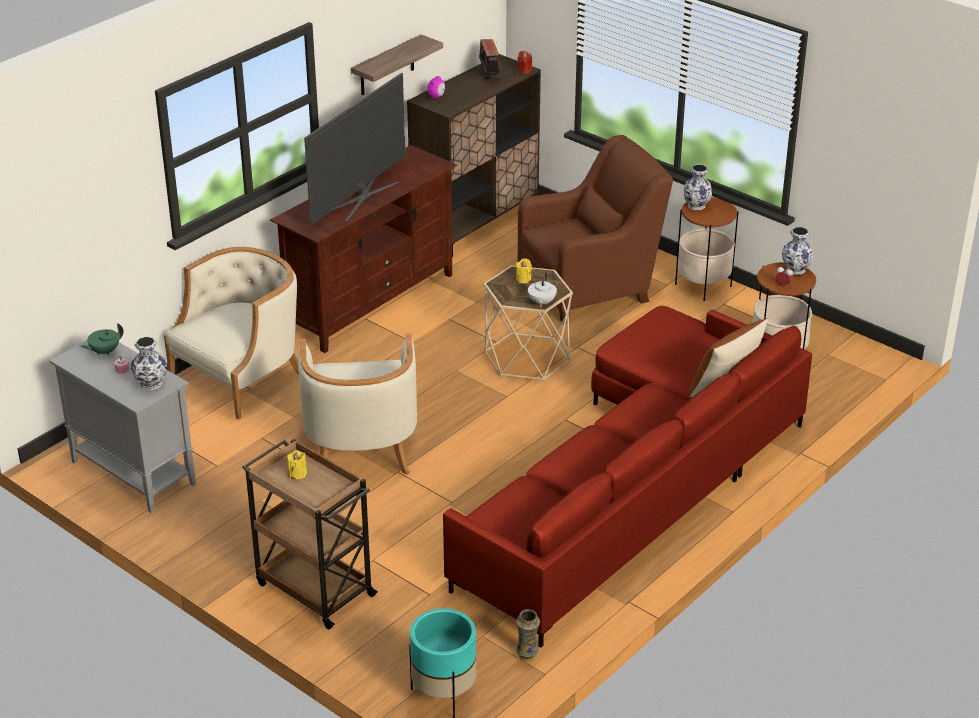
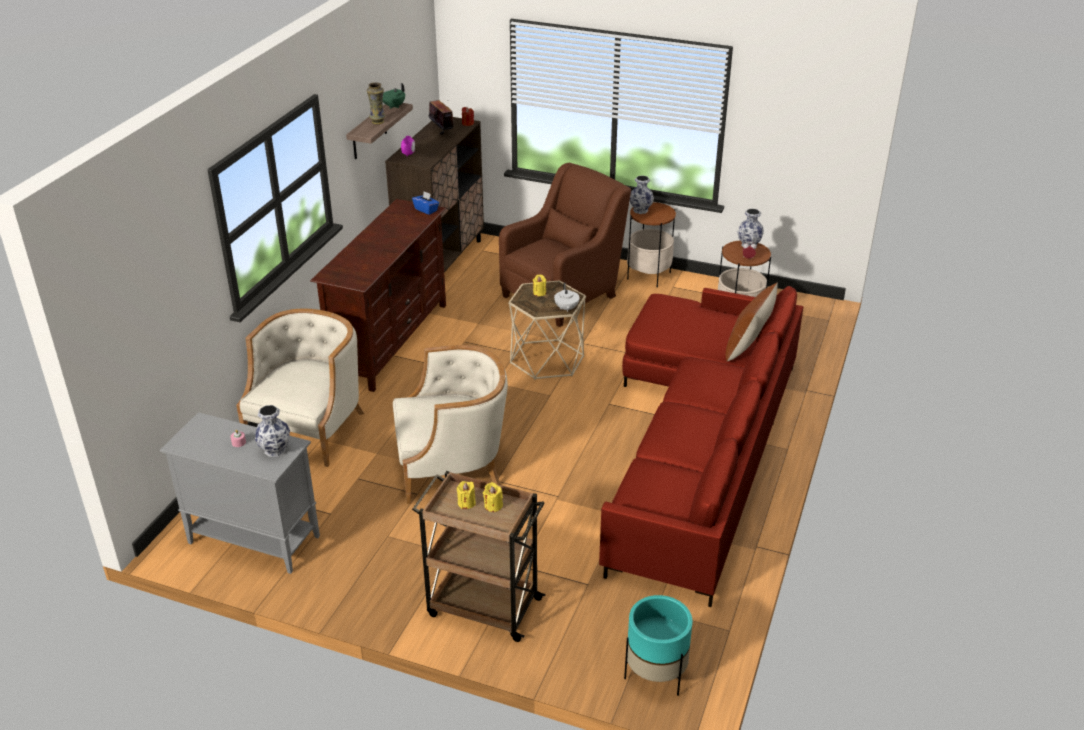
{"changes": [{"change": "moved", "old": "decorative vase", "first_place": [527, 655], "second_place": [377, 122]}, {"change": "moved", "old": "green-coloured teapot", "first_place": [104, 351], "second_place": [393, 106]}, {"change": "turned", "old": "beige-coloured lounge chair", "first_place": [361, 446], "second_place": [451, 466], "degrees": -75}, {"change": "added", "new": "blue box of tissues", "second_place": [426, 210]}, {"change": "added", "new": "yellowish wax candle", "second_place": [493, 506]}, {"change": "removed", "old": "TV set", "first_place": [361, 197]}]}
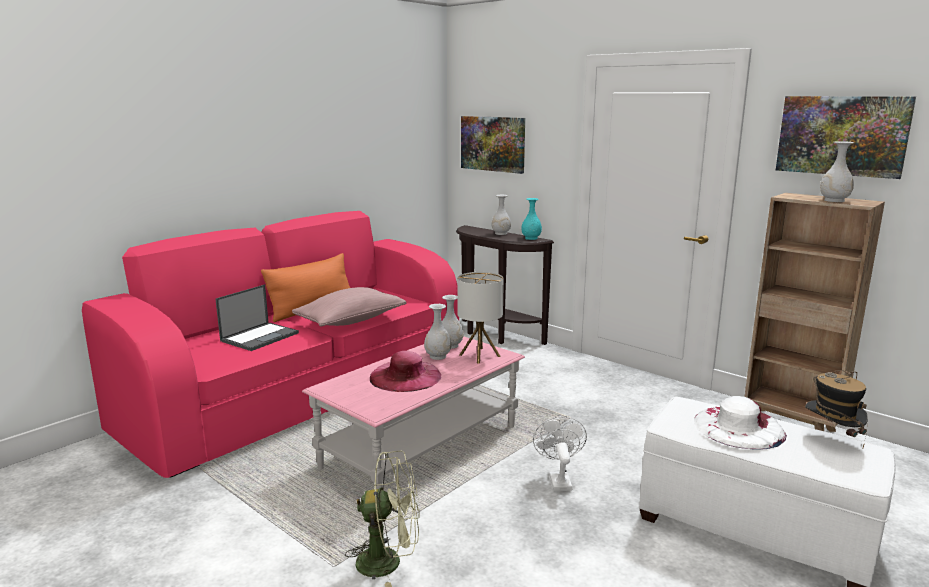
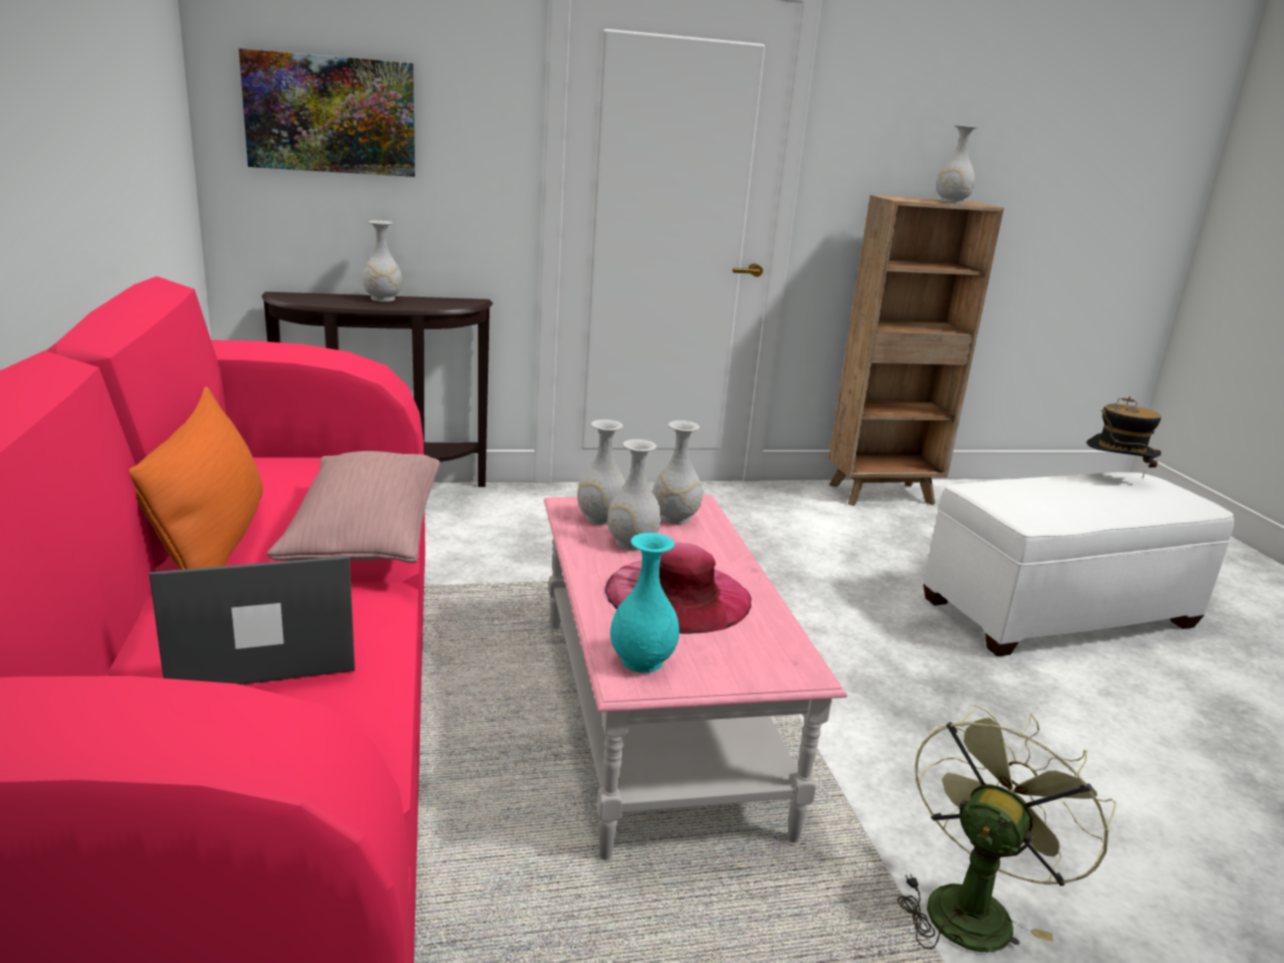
{"changes": [{"change": "turned", "old": "notebook computer", "first_place": [260, 337], "second_place": [261, 647], "degrees": -90}, {"change": "moved", "old": "turquoise-coloured decorative vase", "first_place": [531, 238], "second_place": [642, 661]}, {"change": "replaced", "old": "table lamp", "new": "white decorative vase", "first_place": [479, 355], "second_place": [674, 518]}, {"change": "removed", "old": "white electric fan", "first_place": [558, 479]}, {"change": "removed", "old": "white wearable hat", "first_place": [739, 427]}, {"change": "removed", "old": "picture", "first_place": [842, 135]}]}
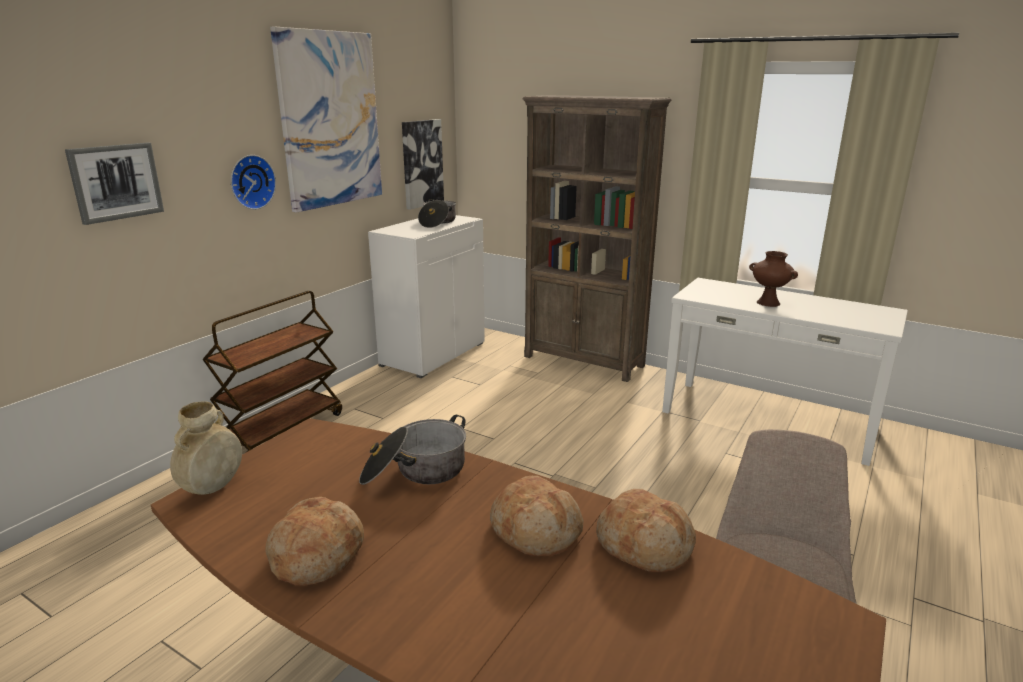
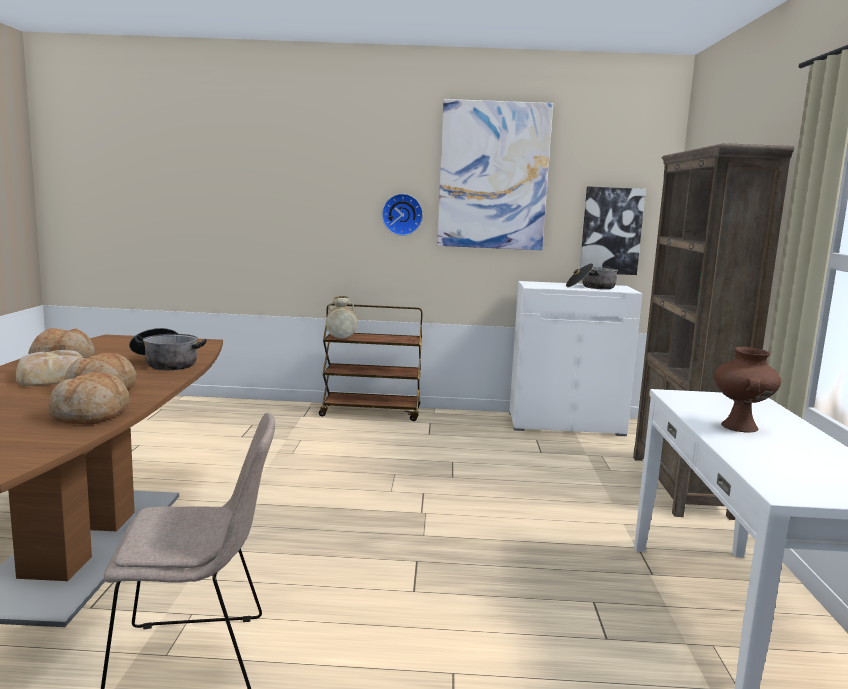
{"changes": [{"change": "added", "new": "baked bread", "second_place": [53, 376]}, {"change": "moved", "old": "beige-coloured decorative vase", "first_place": [212, 488], "second_place": [341, 338]}, {"change": "removed", "old": "picture", "first_place": [116, 182]}]}
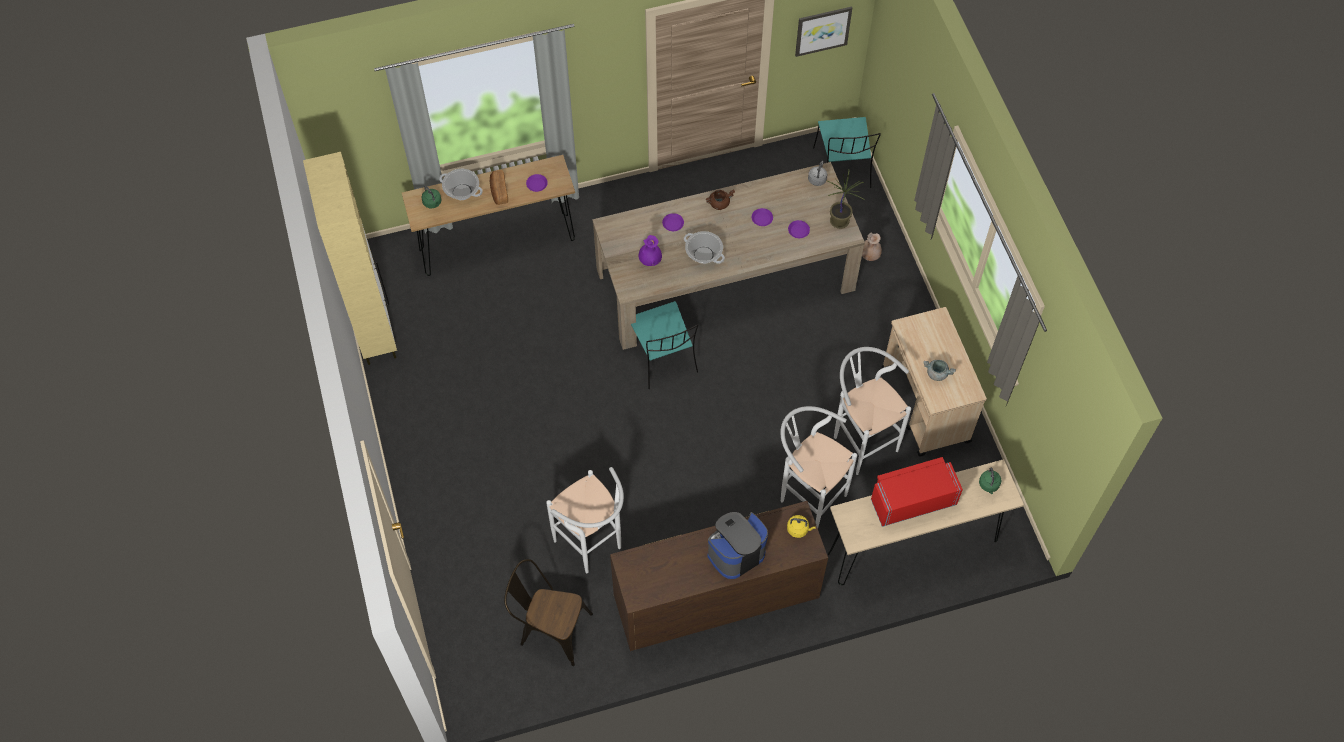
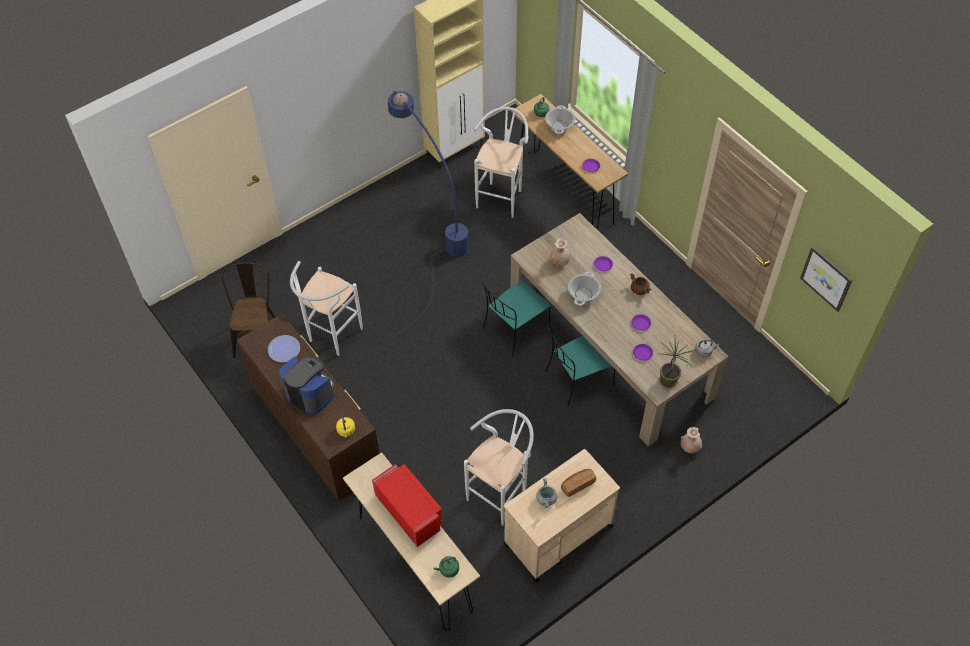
{"changes": [{"change": "added", "new": "plate", "second_place": [284, 349]}, {"change": "added", "new": "blue standing lamp", "second_place": [430, 237]}, {"change": "moved", "old": "white stool seat", "first_place": [807, 496], "second_place": [501, 196]}, {"change": "moved", "old": "turquoise-coloured plain chair", "first_place": [842, 169], "second_place": [577, 379]}, {"change": "recoloured", "old": "purple decorative vase", "new": "beige-coloured decorative vase", "first_place": [650, 261], "second_place": [559, 261]}, {"change": "moved", "old": "baked bread", "first_place": [499, 191], "second_place": [577, 484]}]}
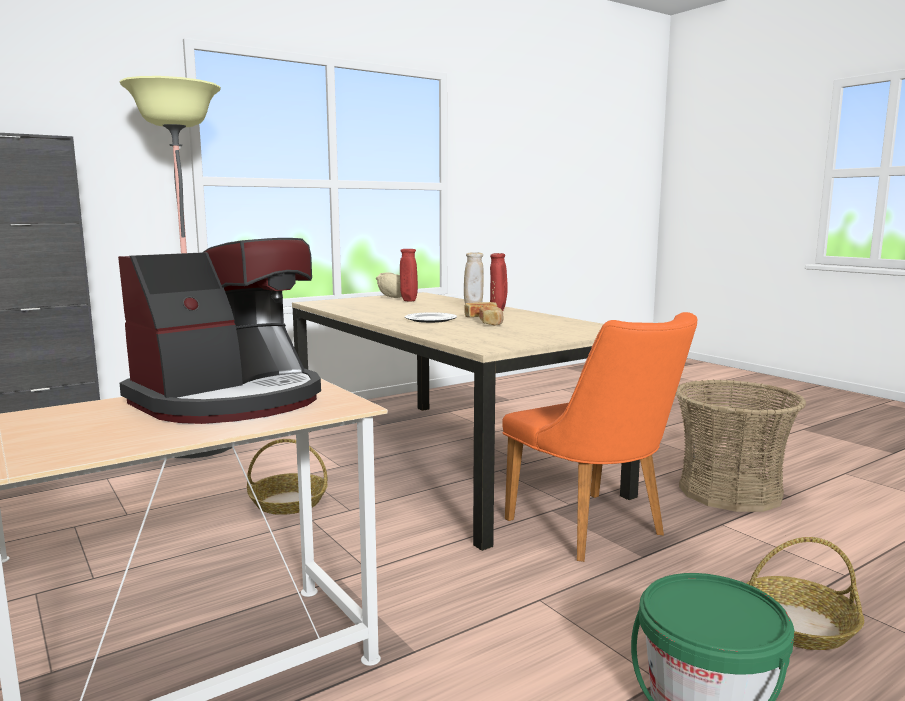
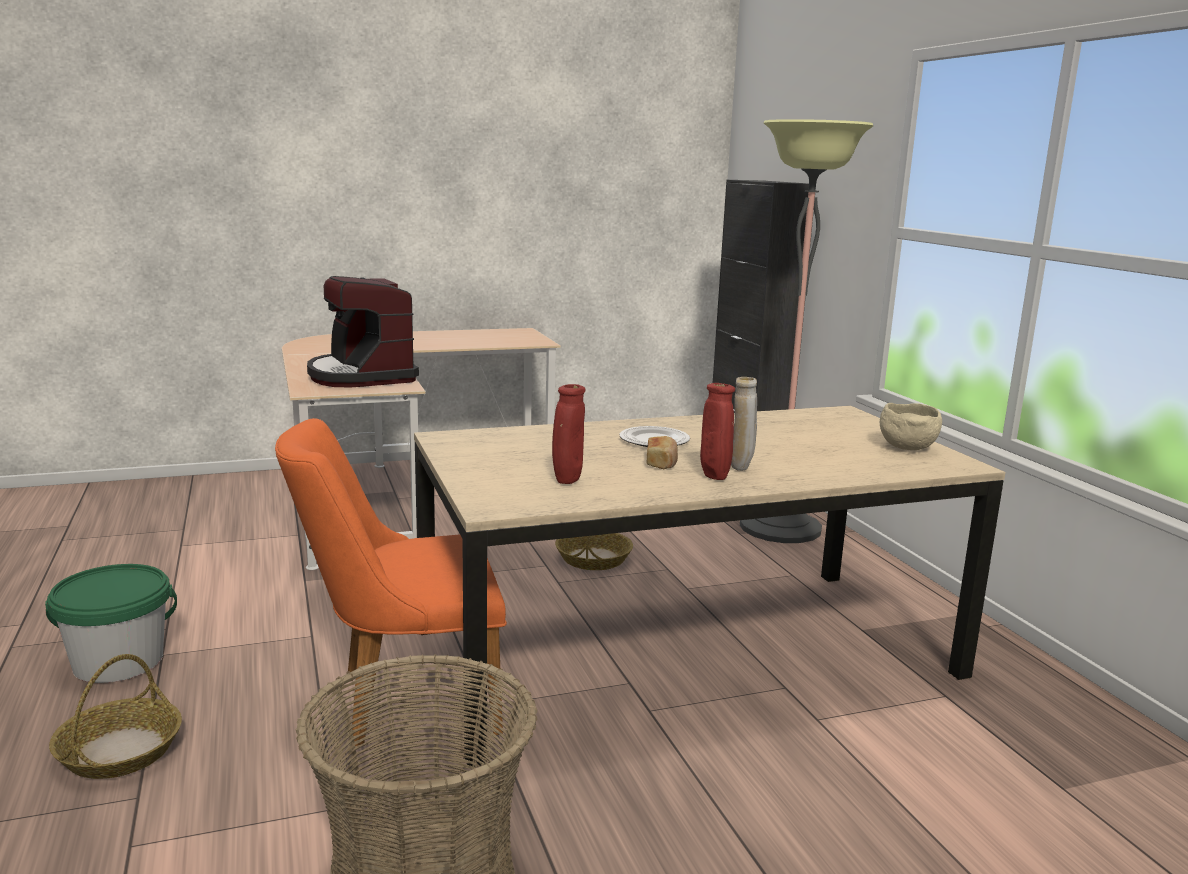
{"changes": [{"change": "moved", "old": "red decorative vase", "first_place": [408, 301], "second_place": [567, 481]}, {"change": "removed", "old": "baked bread", "first_place": [491, 323]}]}
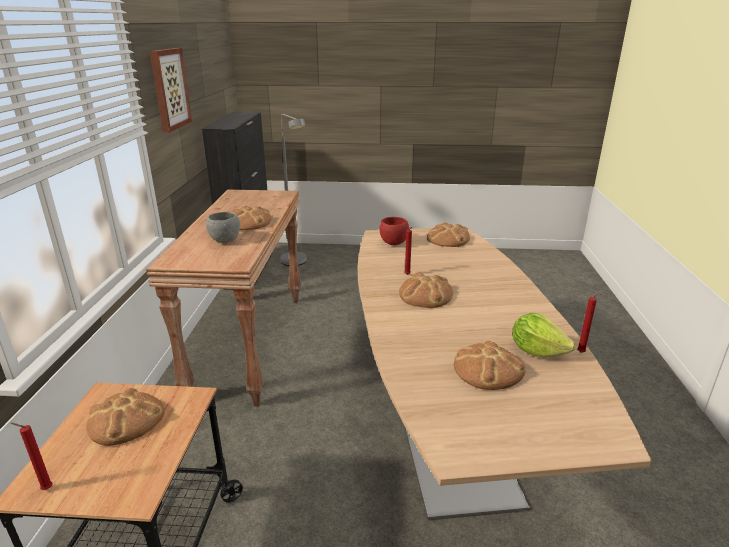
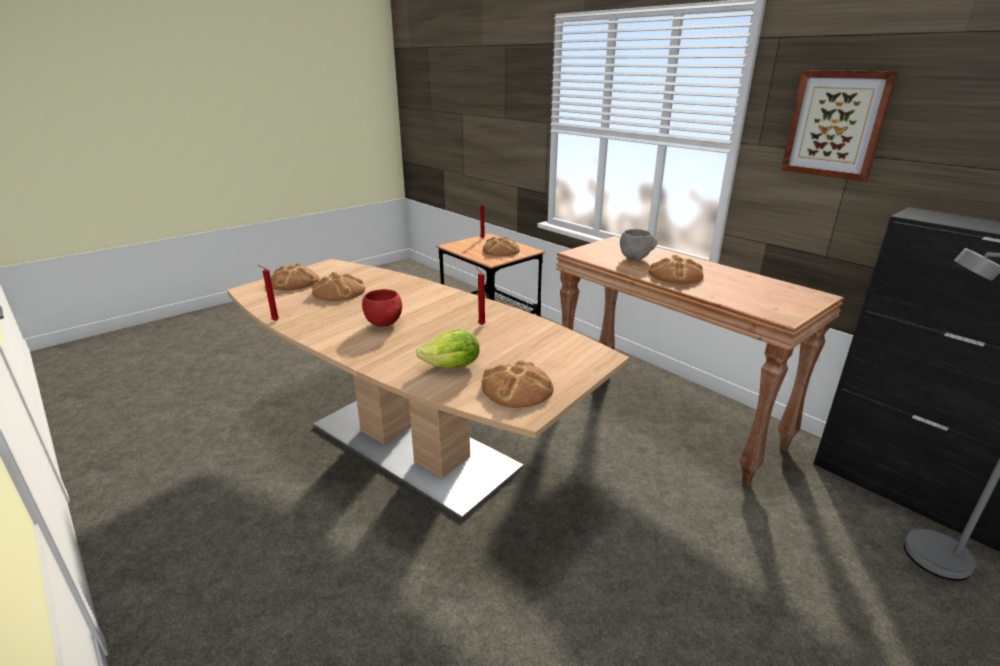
{"changes": [{"change": "moved", "old": "baked bread", "first_place": [425, 294], "second_place": [294, 282]}, {"change": "moved", "old": "red deep dish", "first_place": [393, 243], "second_place": [384, 325]}, {"change": "moved", "old": "lettuce head", "first_place": [537, 351], "second_place": [452, 366]}]}
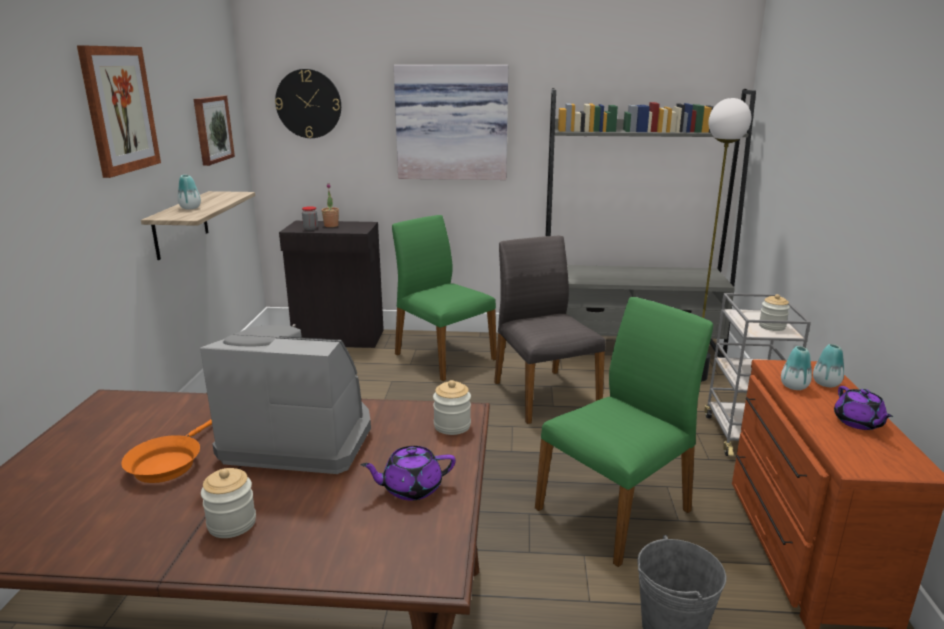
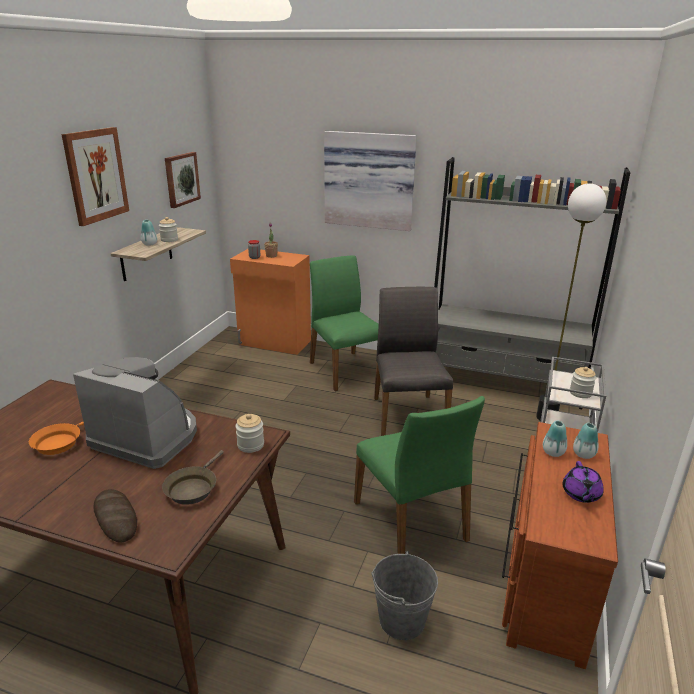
{"changes": [{"change": "added", "new": "baked bread", "second_place": [116, 518]}, {"change": "moved", "old": "preserve jar", "first_place": [232, 523], "second_place": [169, 240]}, {"change": "replaced", "old": "purple teapot", "new": "brown skillet", "first_place": [411, 488], "second_place": [193, 488]}, {"change": "recoloured", "old": "black-coloured cupboard", "new": "orange-coloured cupboard", "first_place": [339, 338], "second_place": [274, 343]}, {"change": "turned", "old": "green-coloured plain chair", "first_place": [616, 510], "second_place": [412, 521], "degrees": 90}, {"change": "removed", "old": "hanging clock", "first_place": [308, 104]}]}
